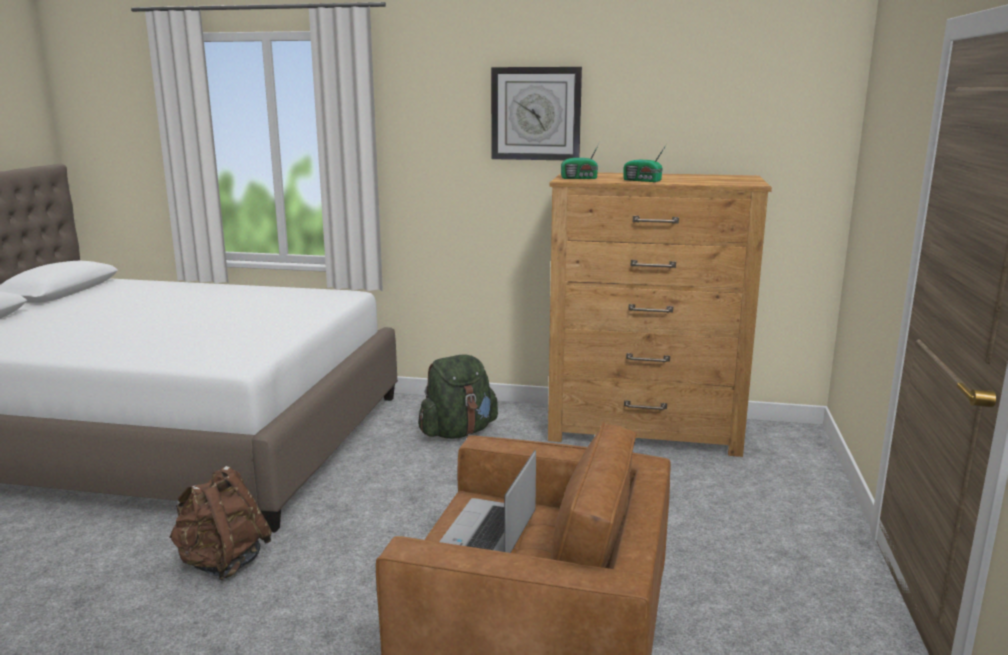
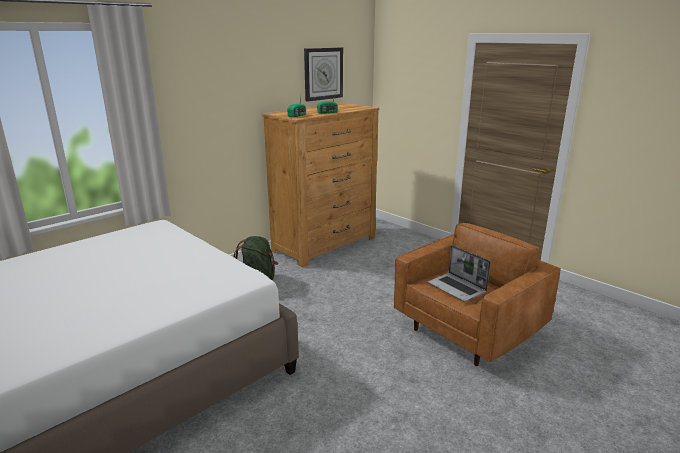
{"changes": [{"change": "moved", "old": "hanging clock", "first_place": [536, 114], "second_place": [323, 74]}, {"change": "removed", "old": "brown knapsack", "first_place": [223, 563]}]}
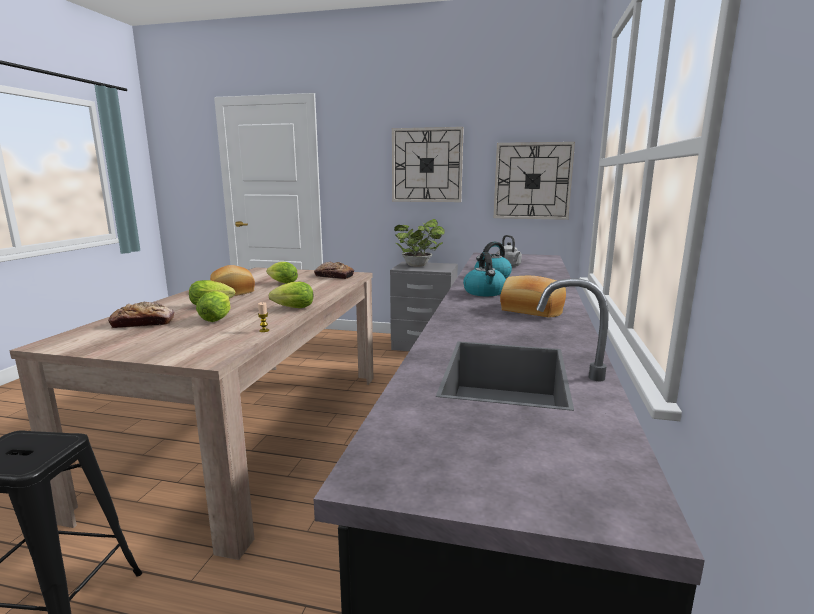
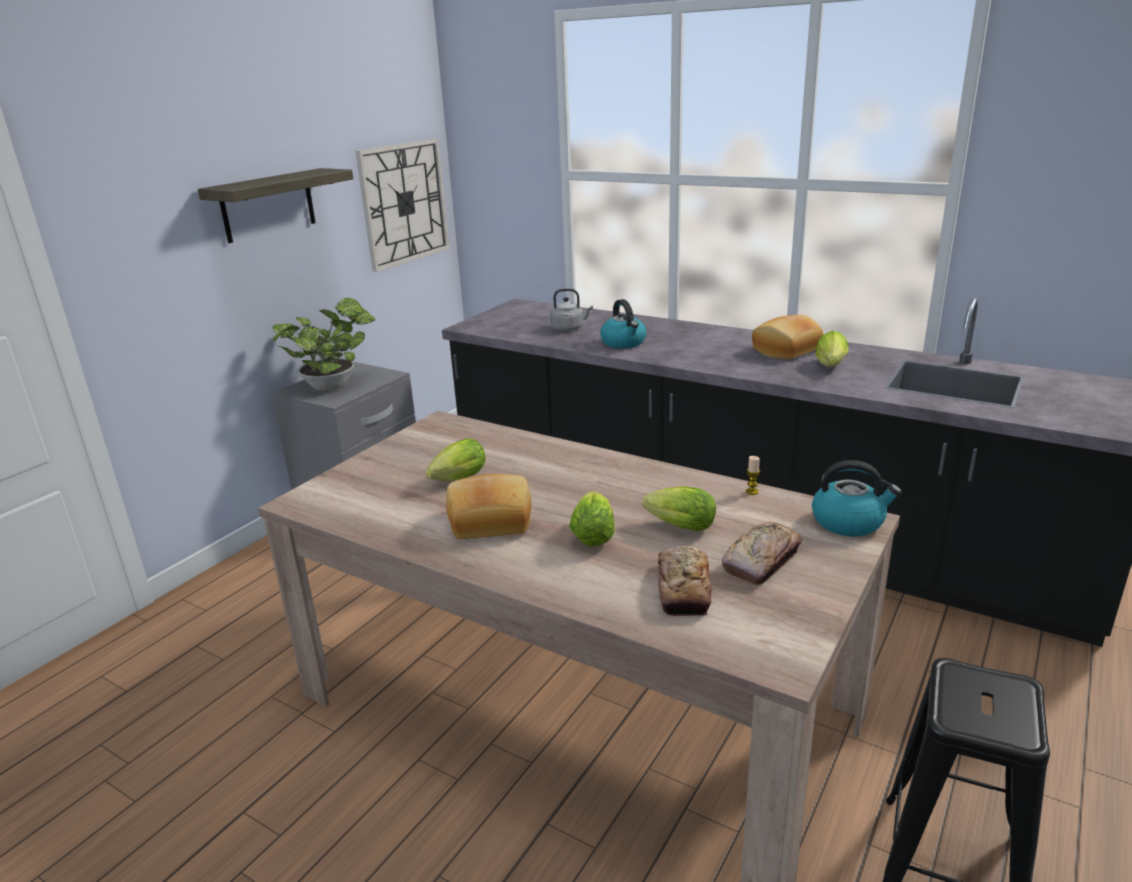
{"changes": [{"change": "replaced", "old": "hanging clock", "new": "wall shelf", "first_place": [427, 165], "second_place": [268, 205]}, {"change": "moved", "old": "baked bread", "first_place": [334, 276], "second_place": [762, 561]}, {"change": "moved", "old": "tea kettle", "first_place": [484, 292], "second_place": [849, 522]}, {"change": "moved", "old": "lettuce head", "first_place": [291, 308], "second_place": [830, 367]}]}
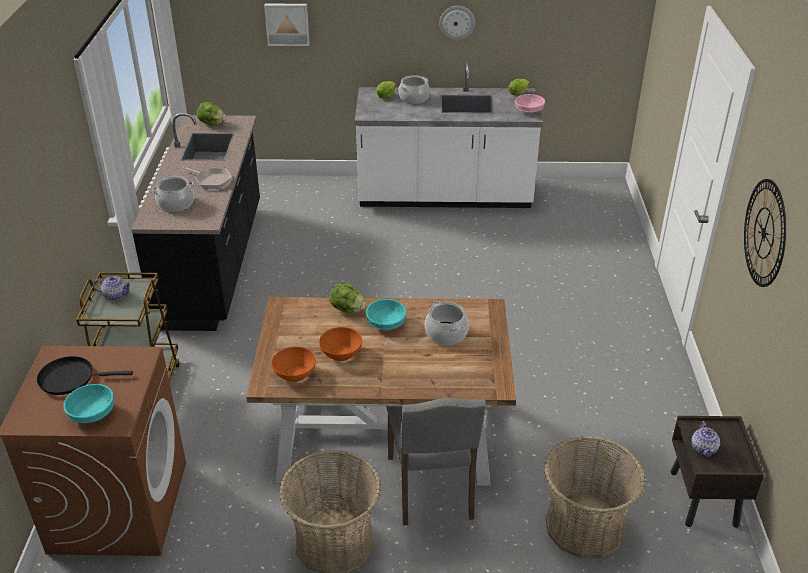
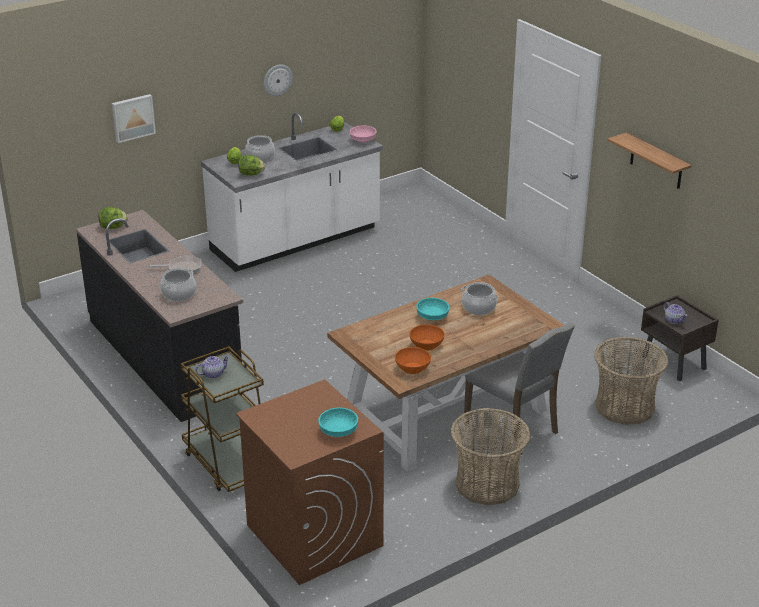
{"changes": [{"change": "moved", "old": "lettuce head", "first_place": [347, 309], "second_place": [251, 174]}, {"change": "replaced", "old": "hanging clock", "new": "wall shelf", "first_place": [764, 233], "second_place": [656, 162]}, {"change": "removed", "old": "black-coloured skillet", "first_place": [71, 378]}]}
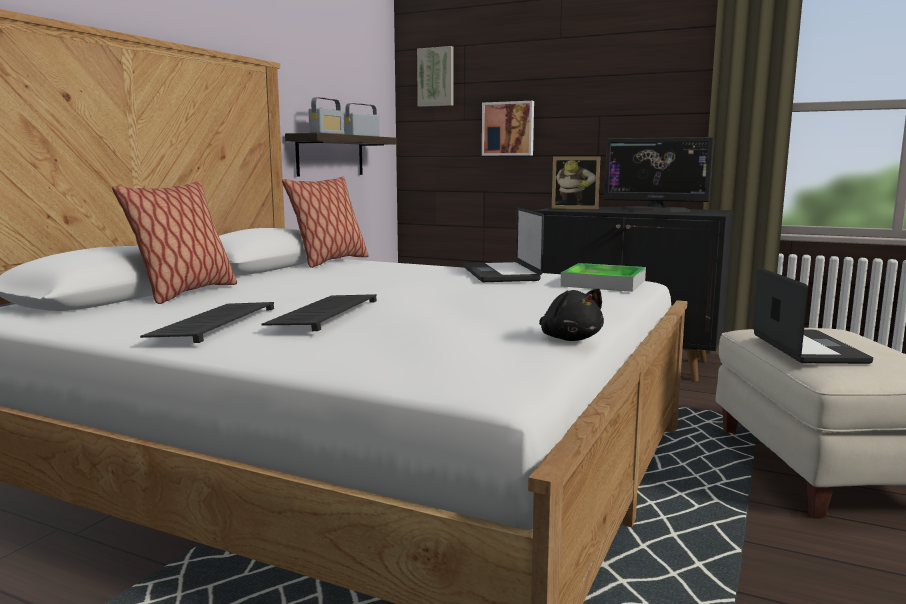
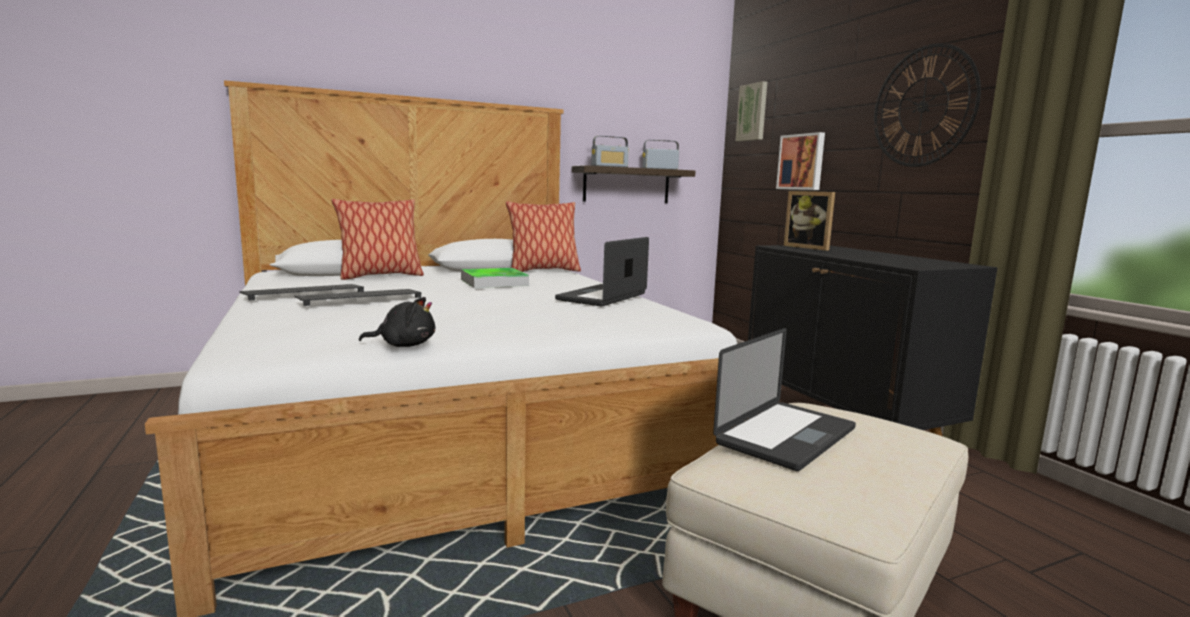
{"changes": [{"change": "turned", "old": "black-coloured soft toy", "first_place": [569, 339], "second_place": [404, 345], "degrees": -105}, {"change": "moved", "old": "carrying tray", "first_place": [603, 283], "second_place": [494, 282]}, {"change": "added", "new": "hanging clock", "second_place": [923, 106]}, {"change": "removed", "old": "computer display", "first_place": [655, 210]}]}
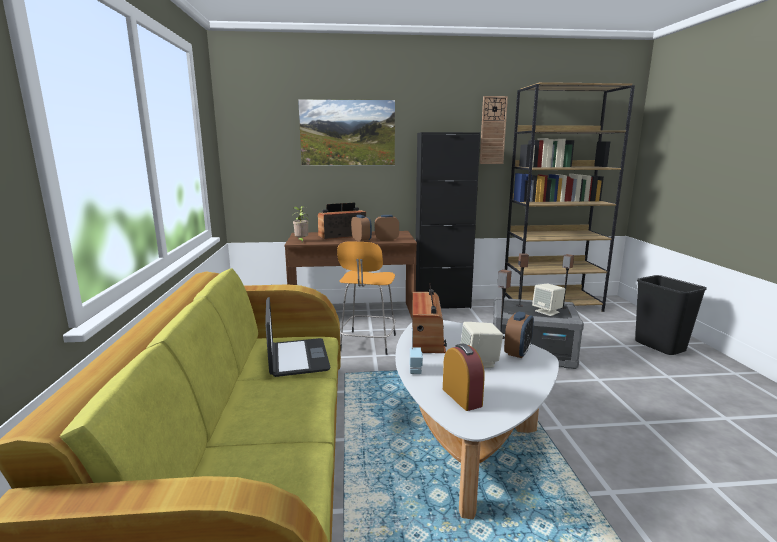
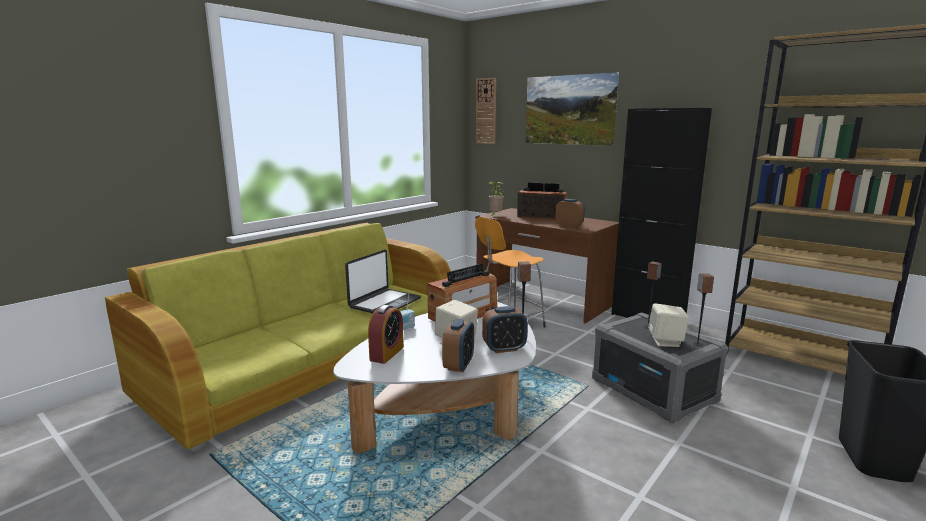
{"changes": [{"change": "moved", "old": "bedside clock", "first_place": [361, 240], "second_place": [459, 365]}, {"change": "moved", "old": "hanging clock", "first_place": [493, 130], "second_place": [486, 111]}]}
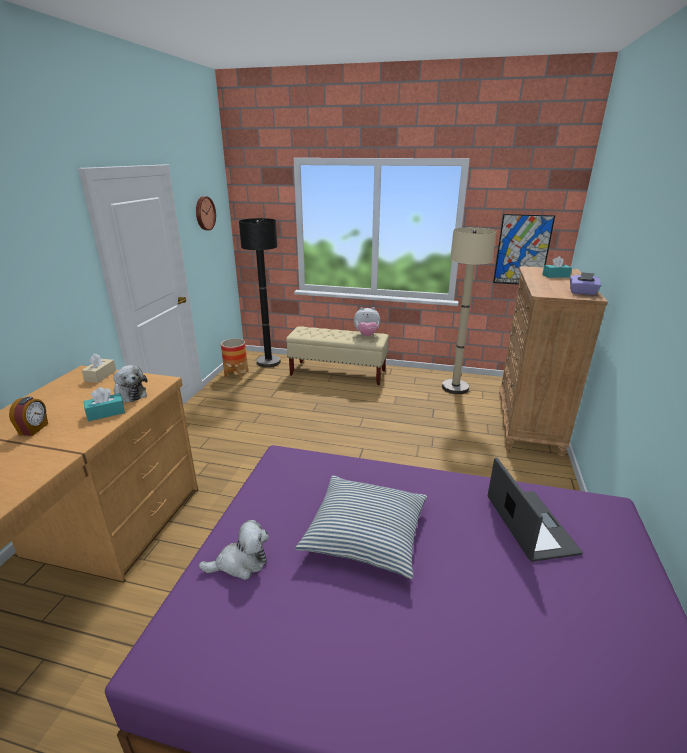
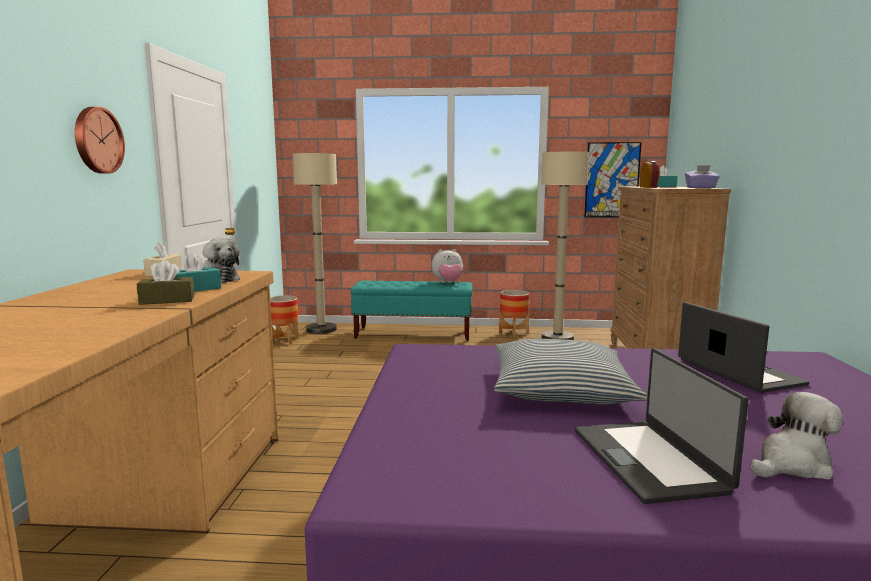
{"changes": [{"change": "moved", "old": "hanging clock", "first_place": [204, 213], "second_place": [97, 140]}, {"change": "added", "new": "brown box of tissues", "second_place": [167, 300]}, {"change": "recoloured", "old": "black-coloured standing lamp", "new": "beige-coloured standing lamp", "first_place": [268, 362], "second_place": [321, 329]}, {"change": "recoloured", "old": "beige-coloured indoor bench", "new": "turquoise-coloured indoor bench", "first_place": [338, 373], "second_place": [413, 334]}, {"change": "added", "new": "planter", "second_place": [513, 333]}, {"change": "added", "new": "notebook computer", "second_place": [649, 459]}, {"change": "moved", "old": "bedside clock", "first_place": [34, 429], "second_place": [649, 187]}, {"change": "moved", "old": "soft toy", "first_place": [240, 563], "second_place": [792, 465]}]}
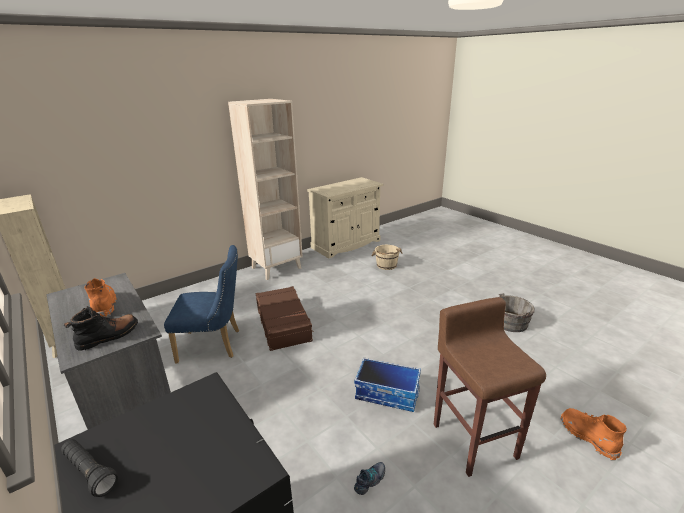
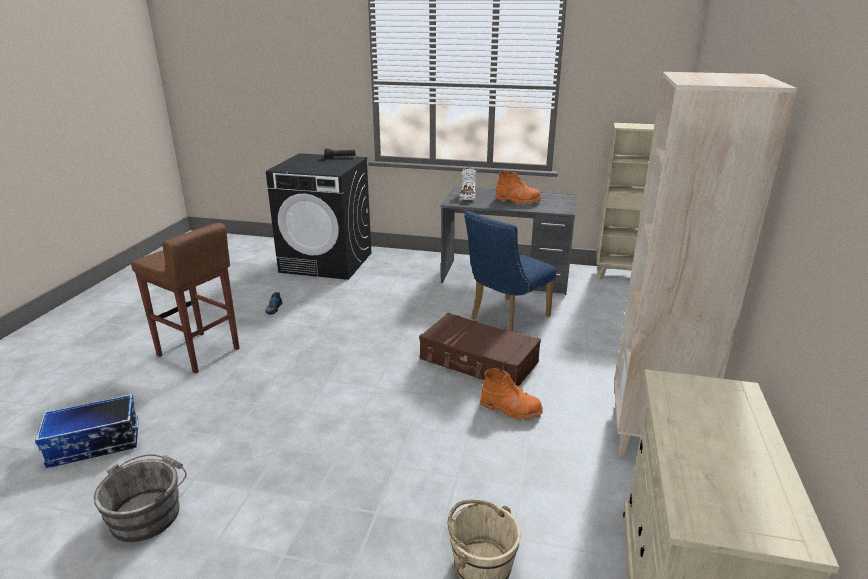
{"changes": [{"change": "moved", "old": "storage bin", "first_place": [387, 393], "second_place": [94, 445]}, {"change": "recoloured", "old": "black-coloured high-top boot", "new": "white high-top boot", "first_place": [108, 337], "second_place": [468, 196]}, {"change": "moved", "old": "orange-coloured high-top boot", "first_place": [588, 437], "second_place": [510, 410]}]}
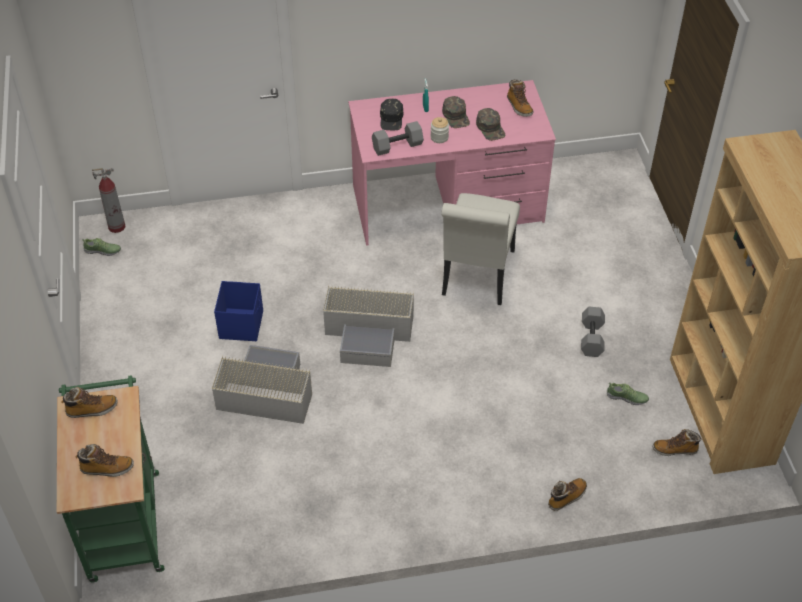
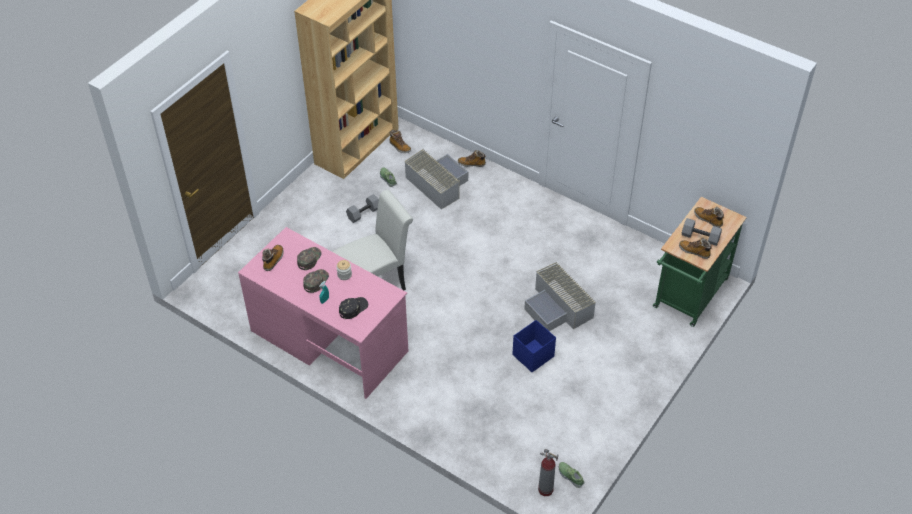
{"changes": [{"change": "moved", "old": "greyish storage bin", "first_place": [370, 333], "second_place": [437, 184]}, {"change": "moved", "old": "greyish hand weight", "first_place": [397, 147], "second_place": [700, 237]}]}
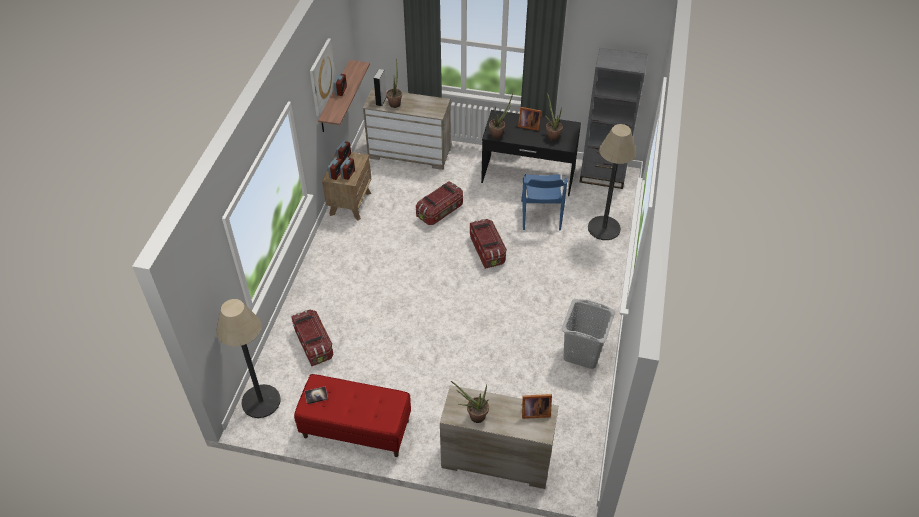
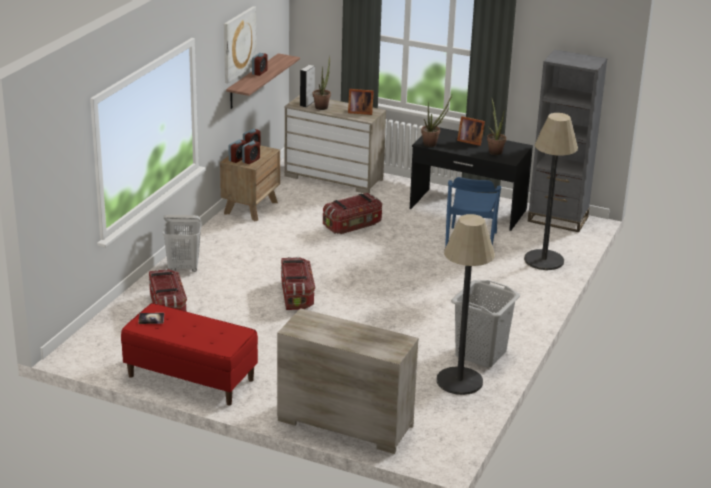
{"changes": [{"change": "added", "new": "white washing basket", "second_place": [184, 268]}, {"change": "moved", "old": "storage bin", "first_place": [487, 250], "second_place": [296, 295]}, {"change": "moved", "old": "standing frame", "first_place": [534, 412], "second_place": [359, 112]}, {"change": "moved", "old": "standing lamp", "first_place": [261, 401], "second_place": [459, 381]}, {"change": "removed", "old": "houseplant", "first_place": [474, 416]}]}
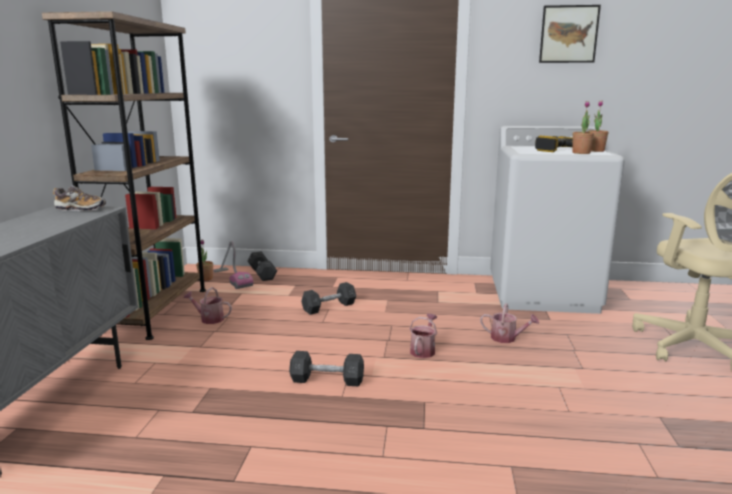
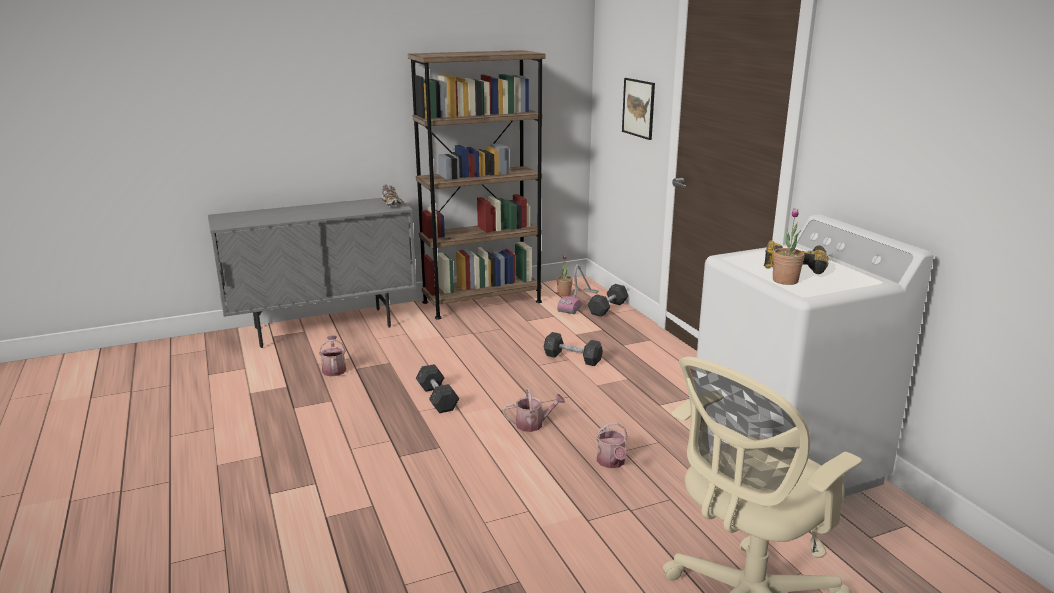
{"changes": [{"change": "moved", "old": "watering can", "first_place": [209, 319], "second_place": [334, 369]}, {"change": "moved", "old": "picture", "first_place": [568, 34], "second_place": [638, 108]}, {"change": "removed", "old": "houseplant", "first_place": [595, 151]}]}
